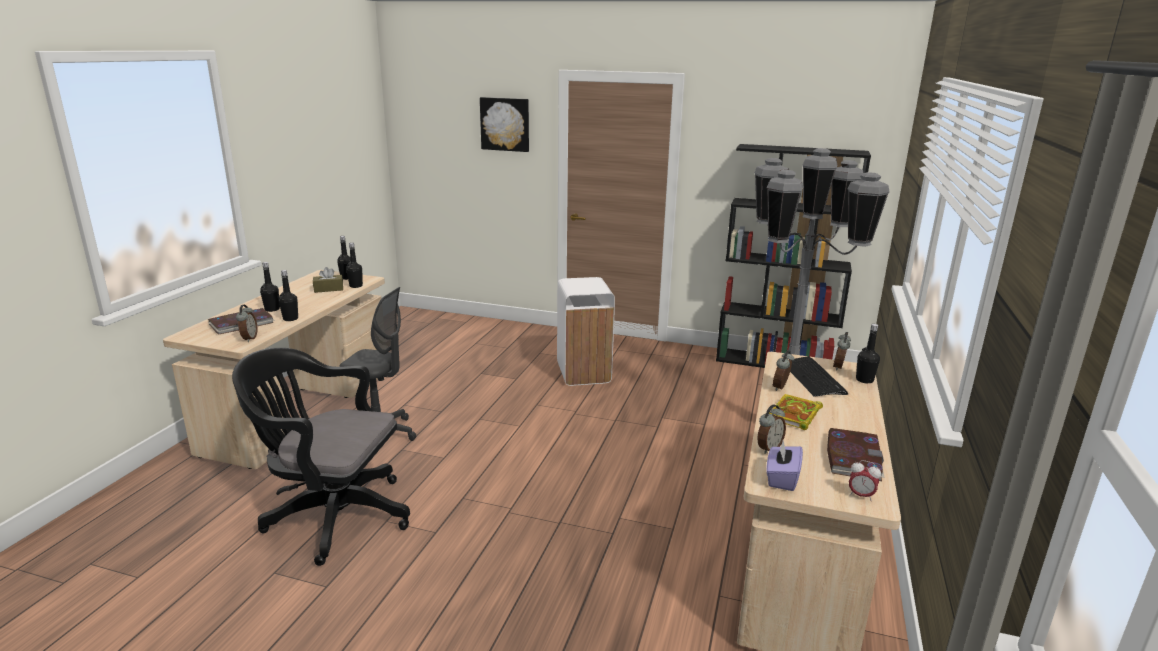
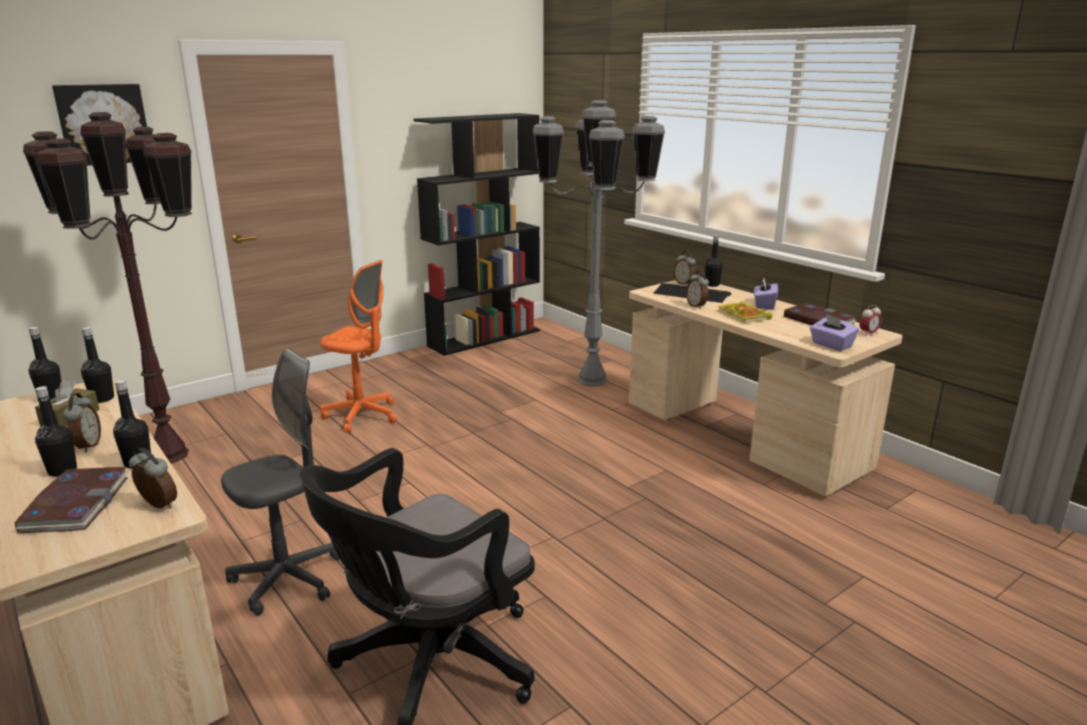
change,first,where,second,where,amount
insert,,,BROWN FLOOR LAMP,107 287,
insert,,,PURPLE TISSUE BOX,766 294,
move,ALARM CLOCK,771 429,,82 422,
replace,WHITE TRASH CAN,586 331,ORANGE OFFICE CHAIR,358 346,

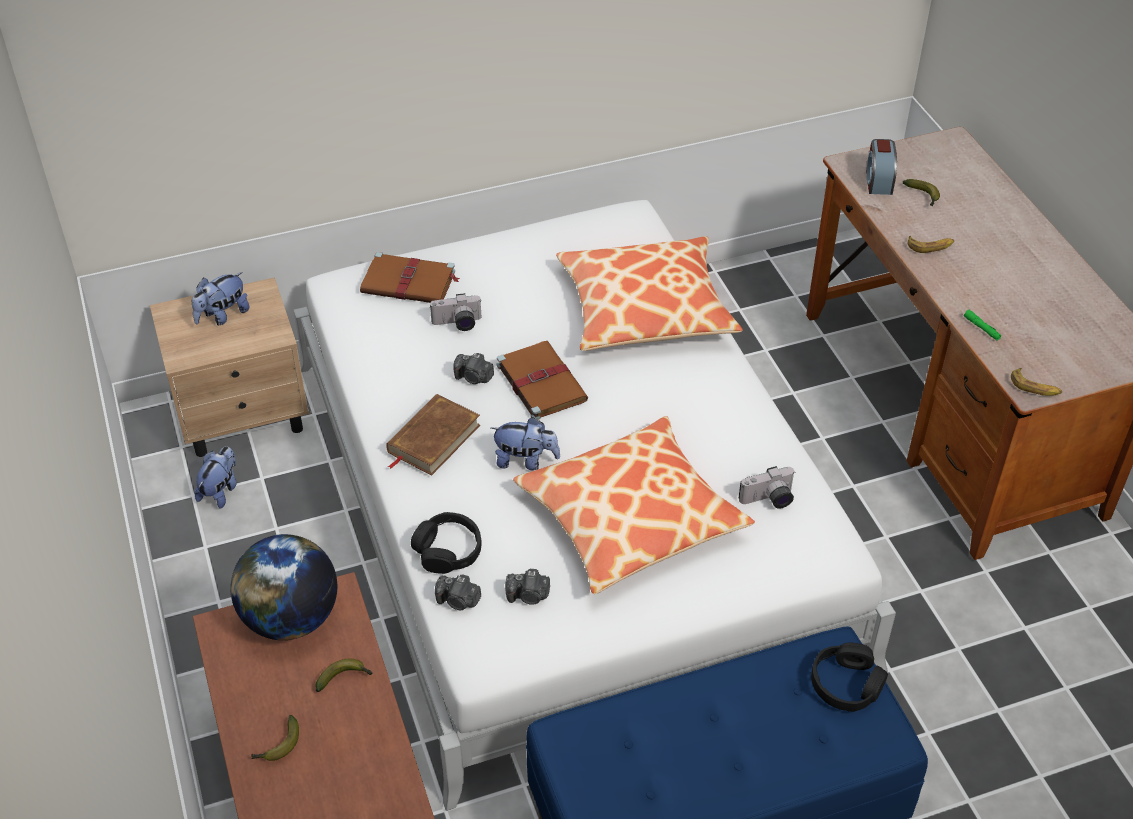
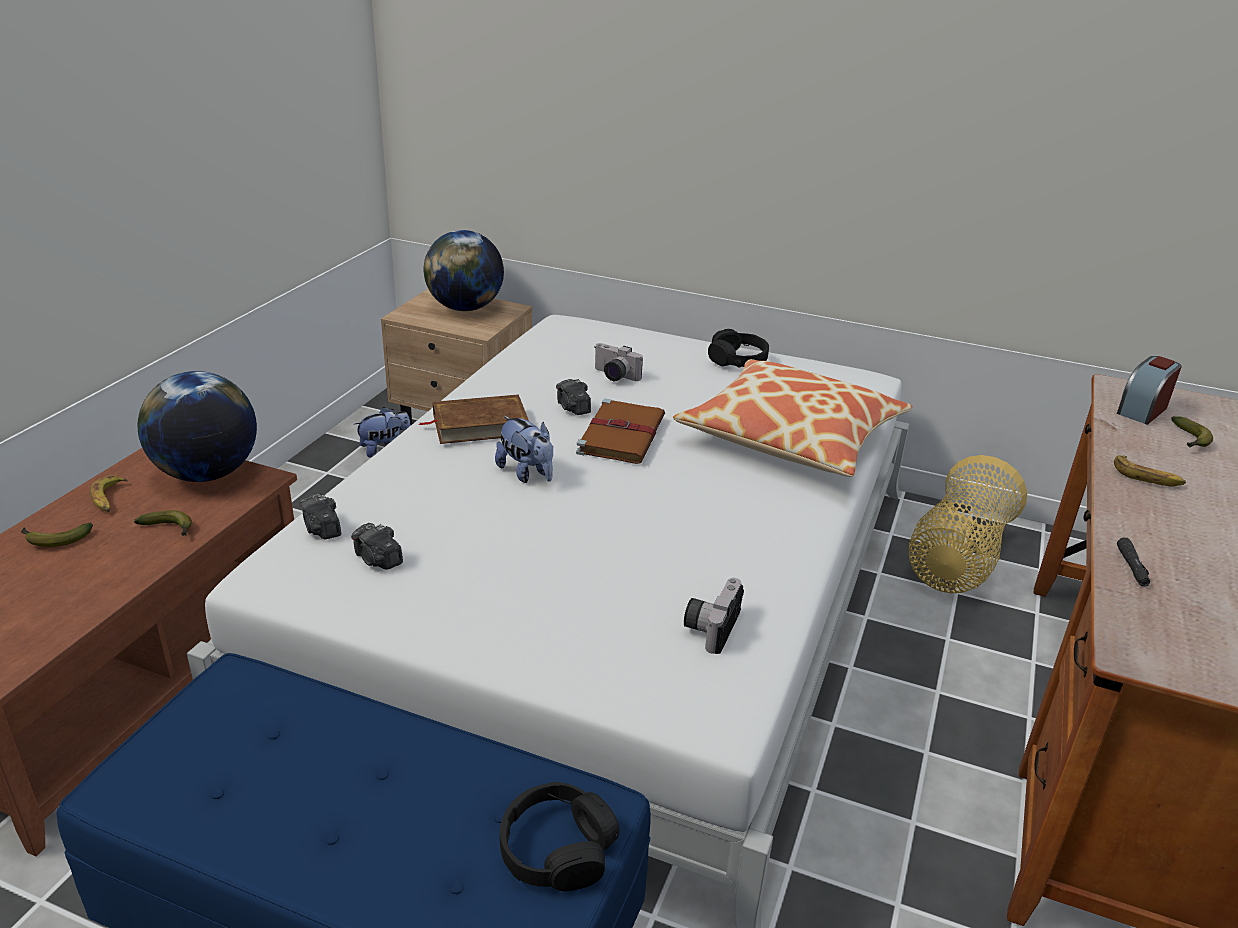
change,first,where,second,where,amount
delete,BROWN BOOK,410 277,,,
delete,PILLOW,634 505,,,
insert,,,BASKET,968 524,
move,BLACK HEADPHONES,446 543,,738 348,
move,BANANA,1036 382,,109 493,
replace,PLUSH TOY,221 299,GLOBE,464 270,
recolor,GREEN FLASHLIGHT,982 325,BLACK FLASHLIGHT,1133 562,
rotate,PHOTO CAMERA,766 487,,714 616,90 degrees clockwise

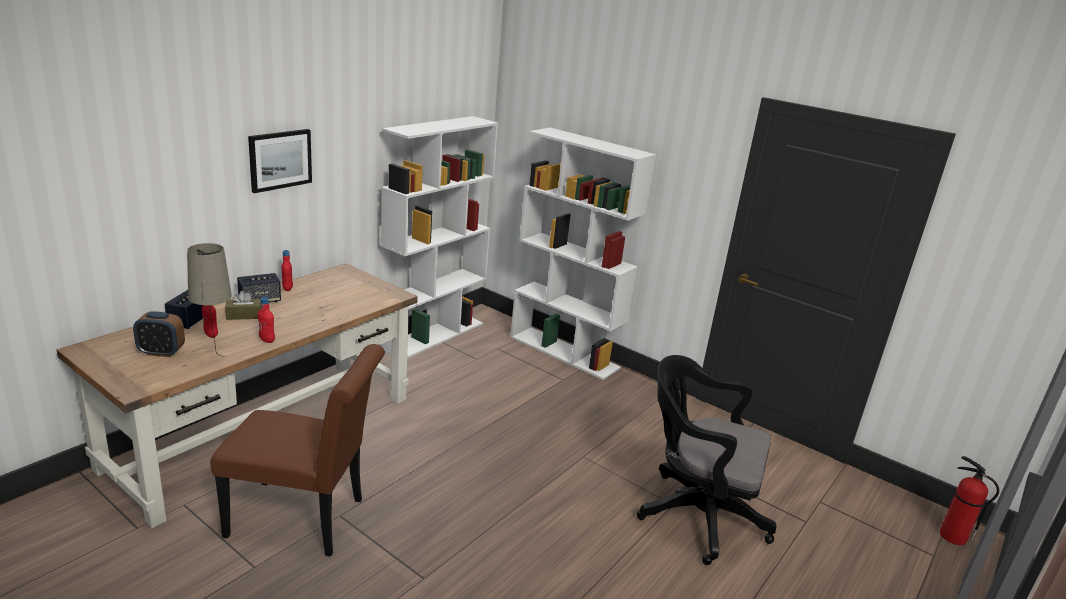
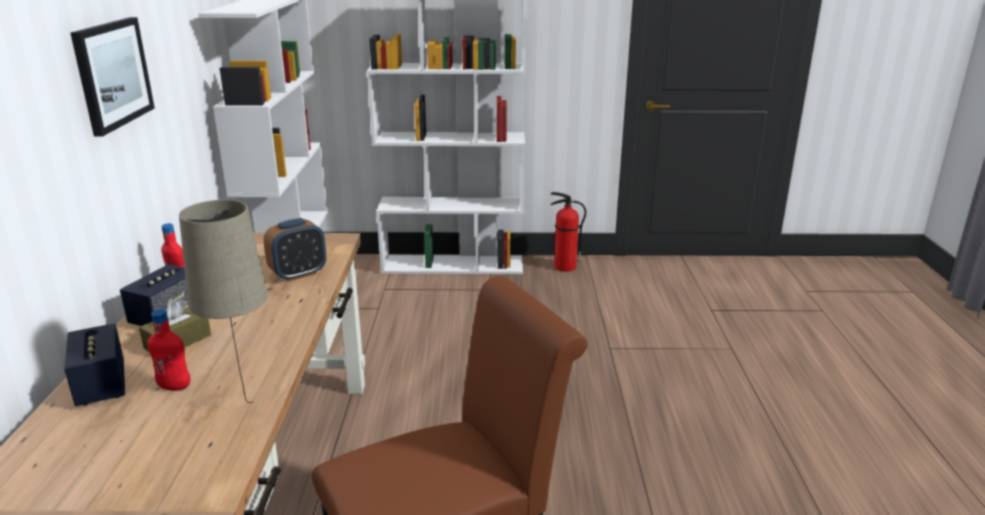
change,first,where,second,where,amount
delete,RED BOTTLE,266 320,,,
delete,BLACK OFFICE CHAIR,707 460,,,
move,ALARM CLOCK,159 334,,295 250,
move,FIRE EXTINGUISHER,969 500,,568 232,

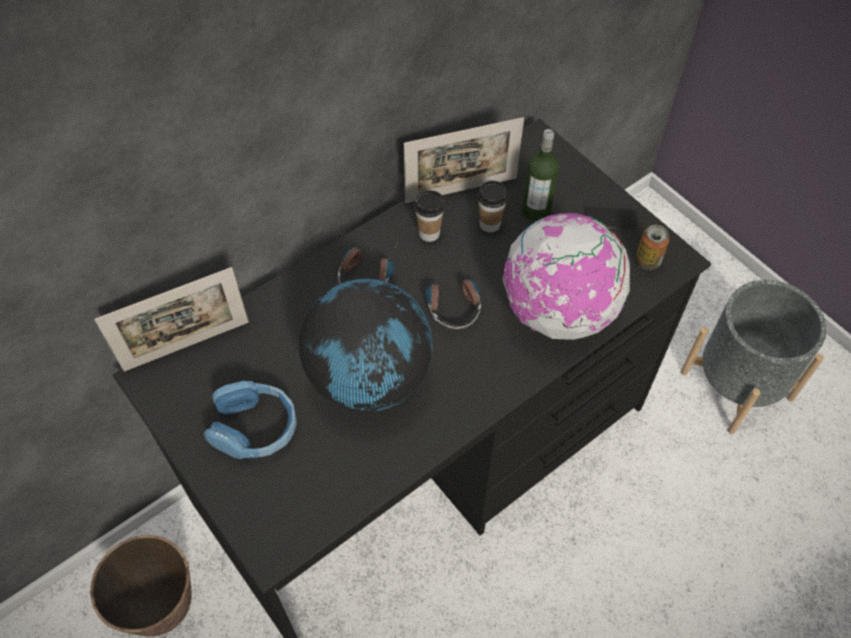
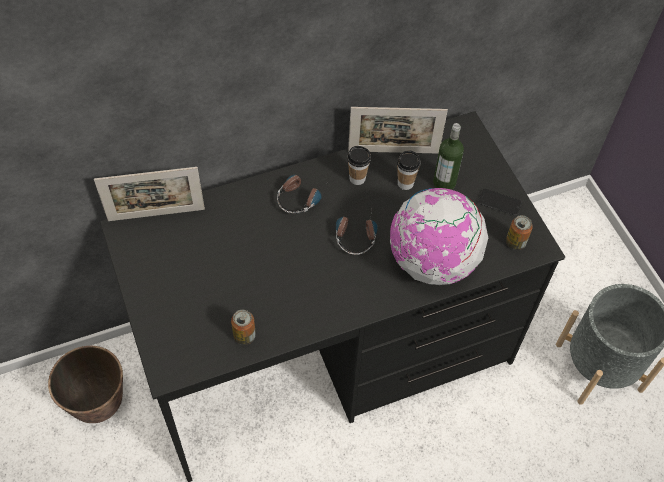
change,first,where,second,where,amount
delete,BLUE HEADPHONES,250 420,,,
delete,GLOBE,366 345,,,
insert,,,CAN,243 327,

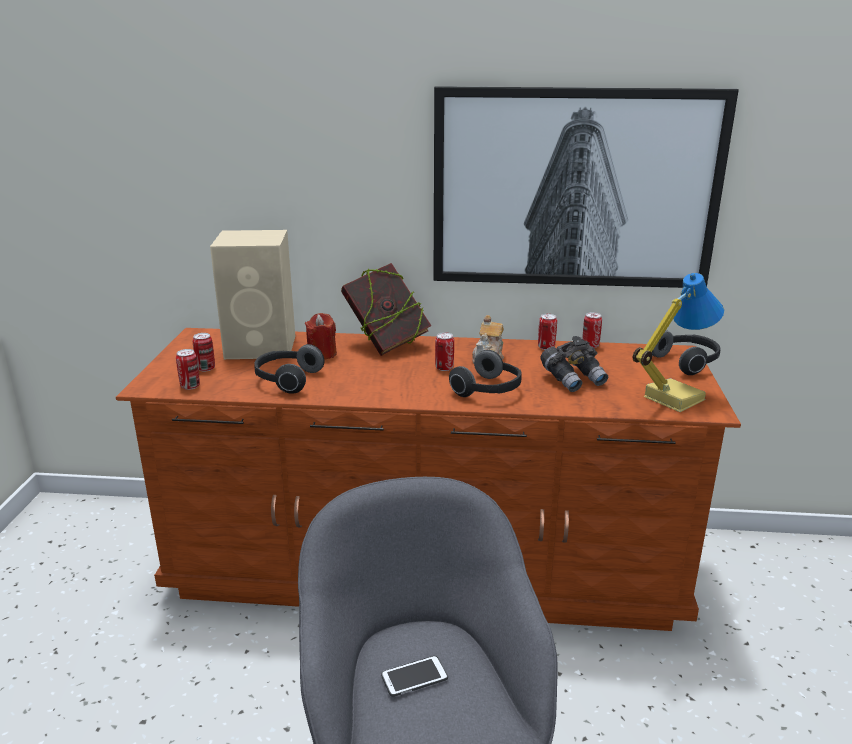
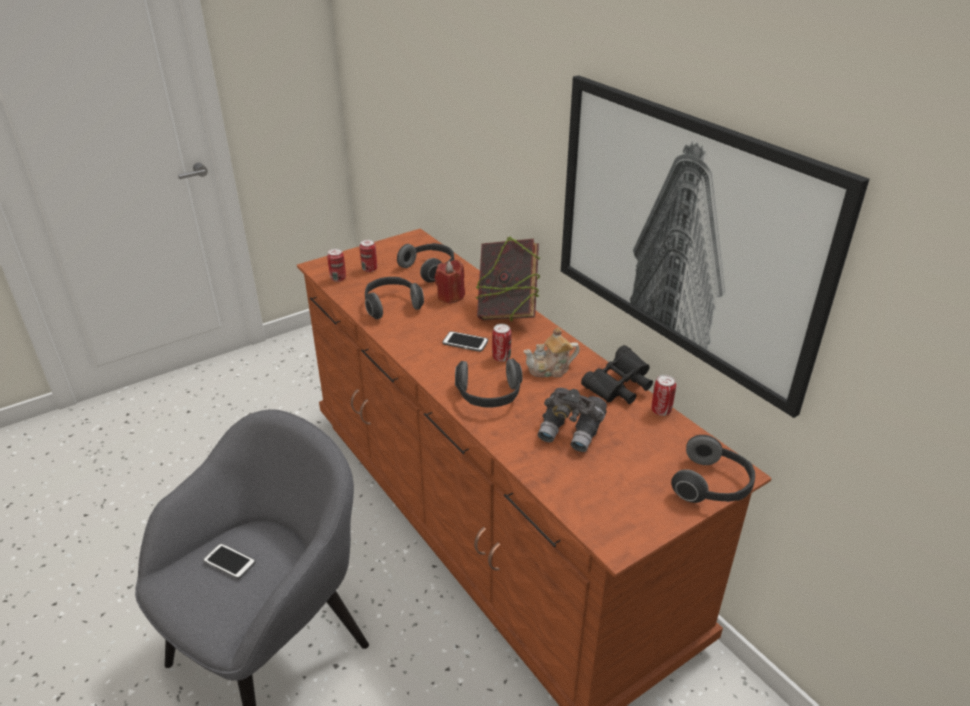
change,first,where,second,where,amount
delete,TABLE LAMP,678 342,,,
insert,,,PHONE,465 341,
replace,BEIGE SPEAKER,252 294,HEADPHONES,425 263,
replace,CAN,547 332,BLACK BINOCULARS,617 374,

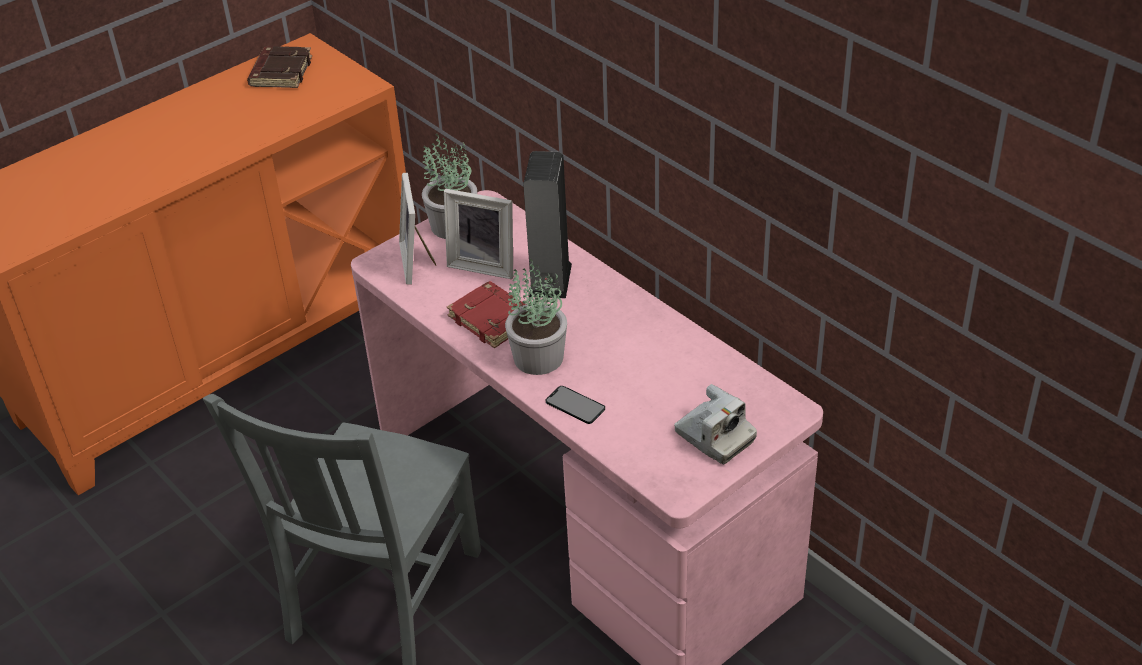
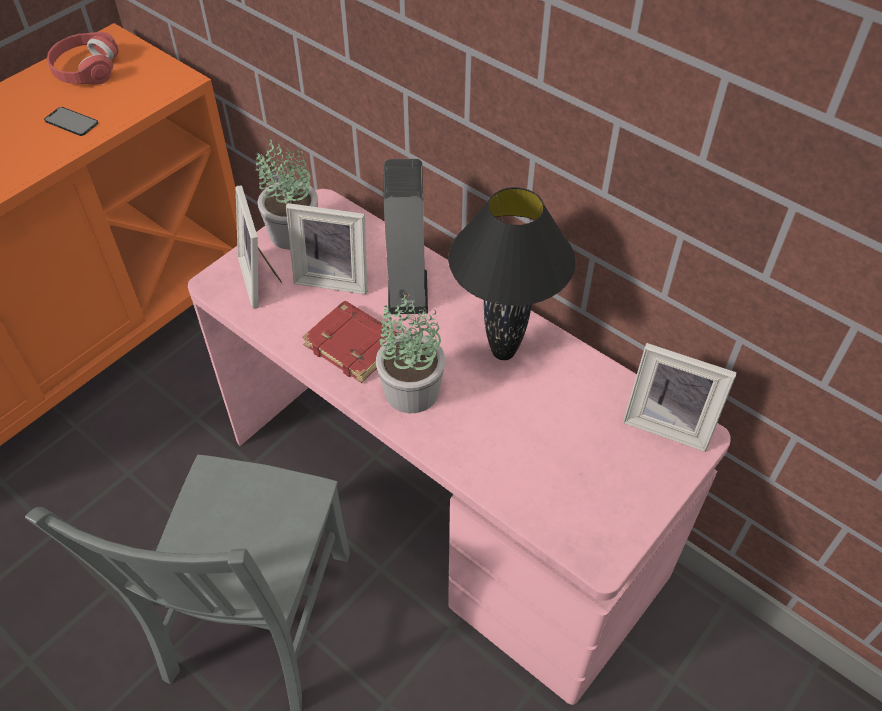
change,first,where,second,where,amount
delete,PHOTO CAMERA,715 424,,,
insert,,,BLACK TABLE LAMP,511 273,
insert,,,PICTURE FRAME,680 397,
move,PHONE,575 405,,71 121,
replace,BROWN BOOK,279 67,RED HEADPHONES,83 58,

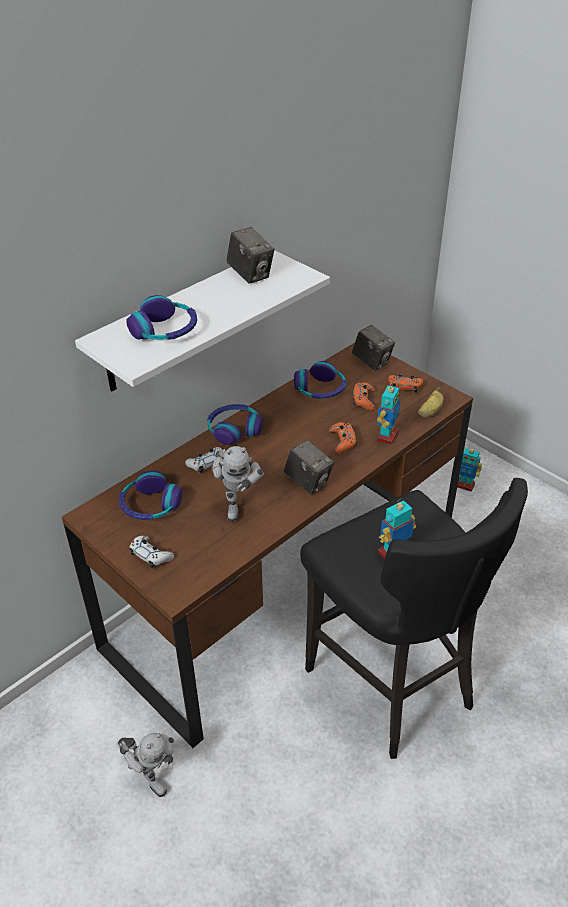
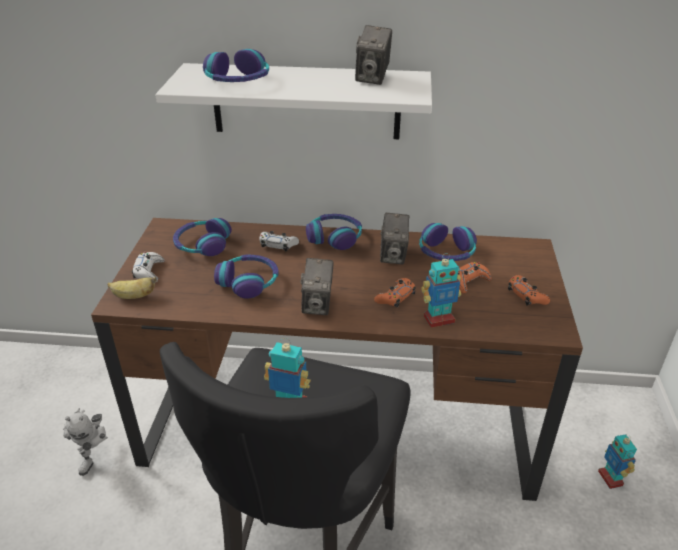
change,first,where,second,where,amount
move,PHOTO CAMERA,373 348,,394 238,
move,BANANA,431 402,,132 288,
replace,TOY ROBOT,237 484,HEADPHONES,246 276,

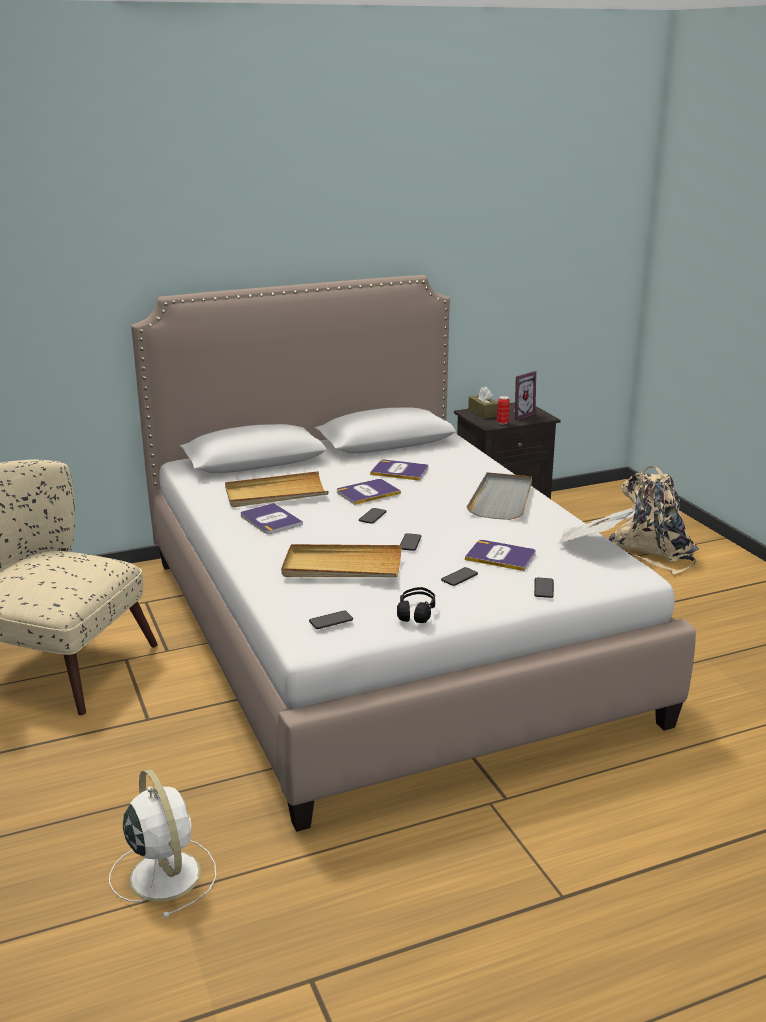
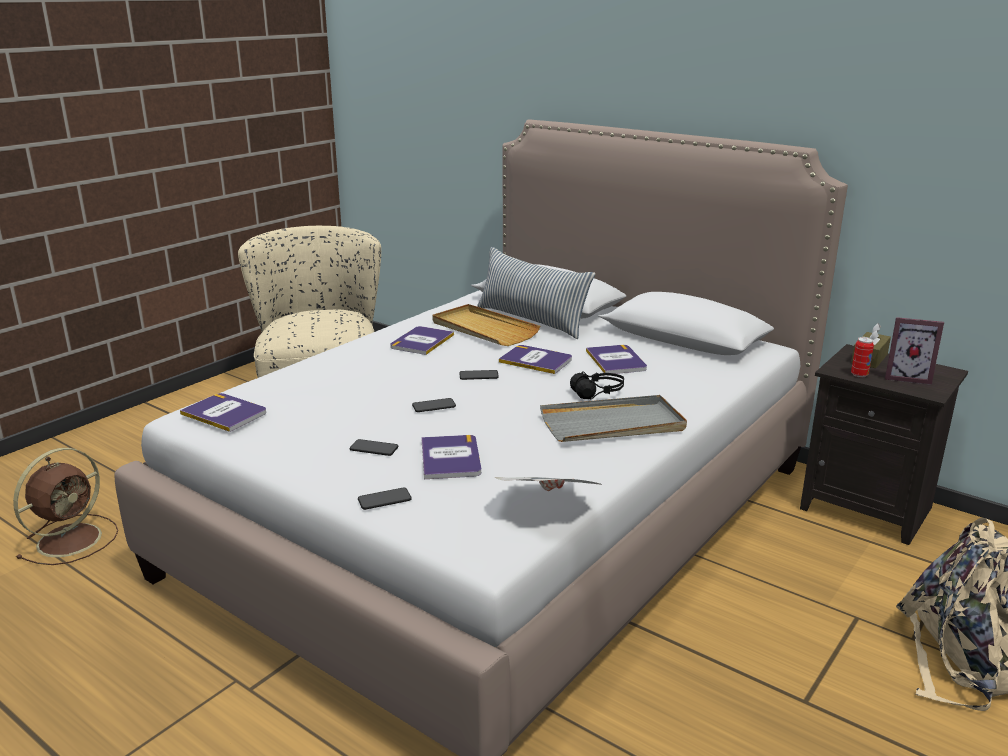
change,first,where,second,where,amount
delete,BEIGE TRAY,341 560,,,
insert,,,PILLOW,536 293,
move,BLACK HEADPHONES,416 605,,597 385,
replace,PHONE,331 619,BOOK,223 412,
recolor,WHITE FAN,162 843,BROWN FAN,65 506,

